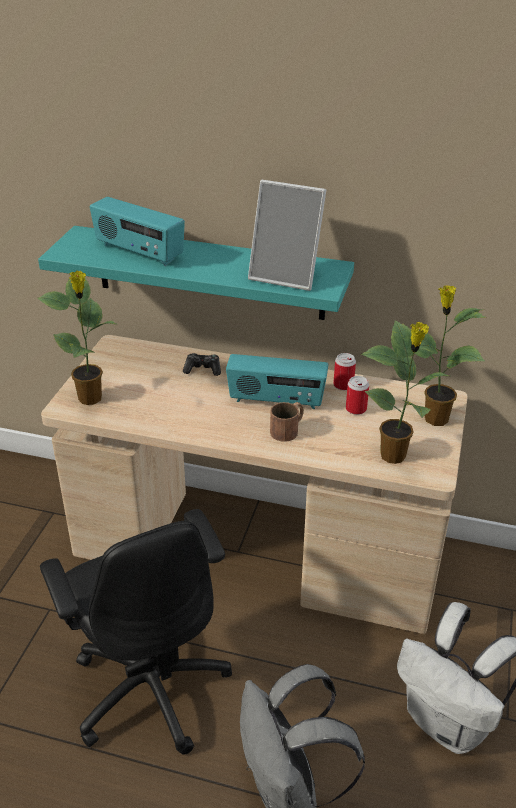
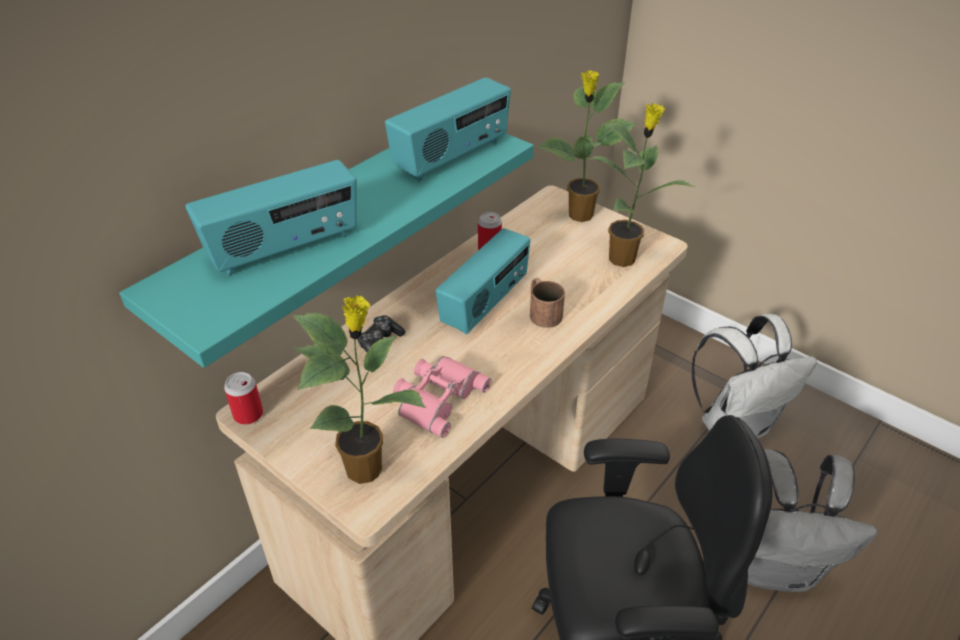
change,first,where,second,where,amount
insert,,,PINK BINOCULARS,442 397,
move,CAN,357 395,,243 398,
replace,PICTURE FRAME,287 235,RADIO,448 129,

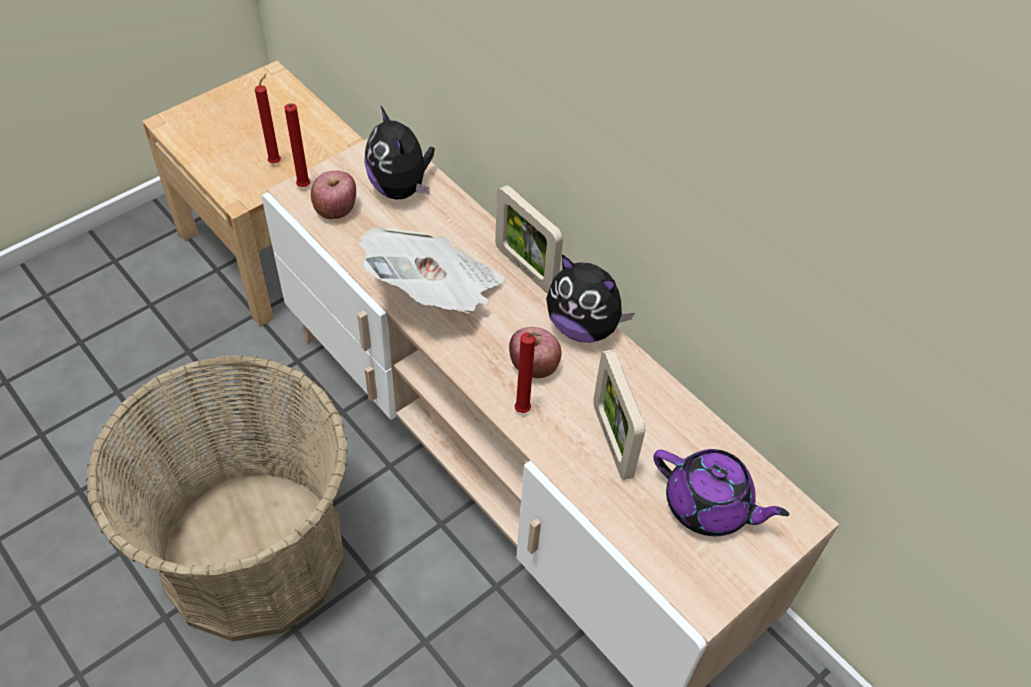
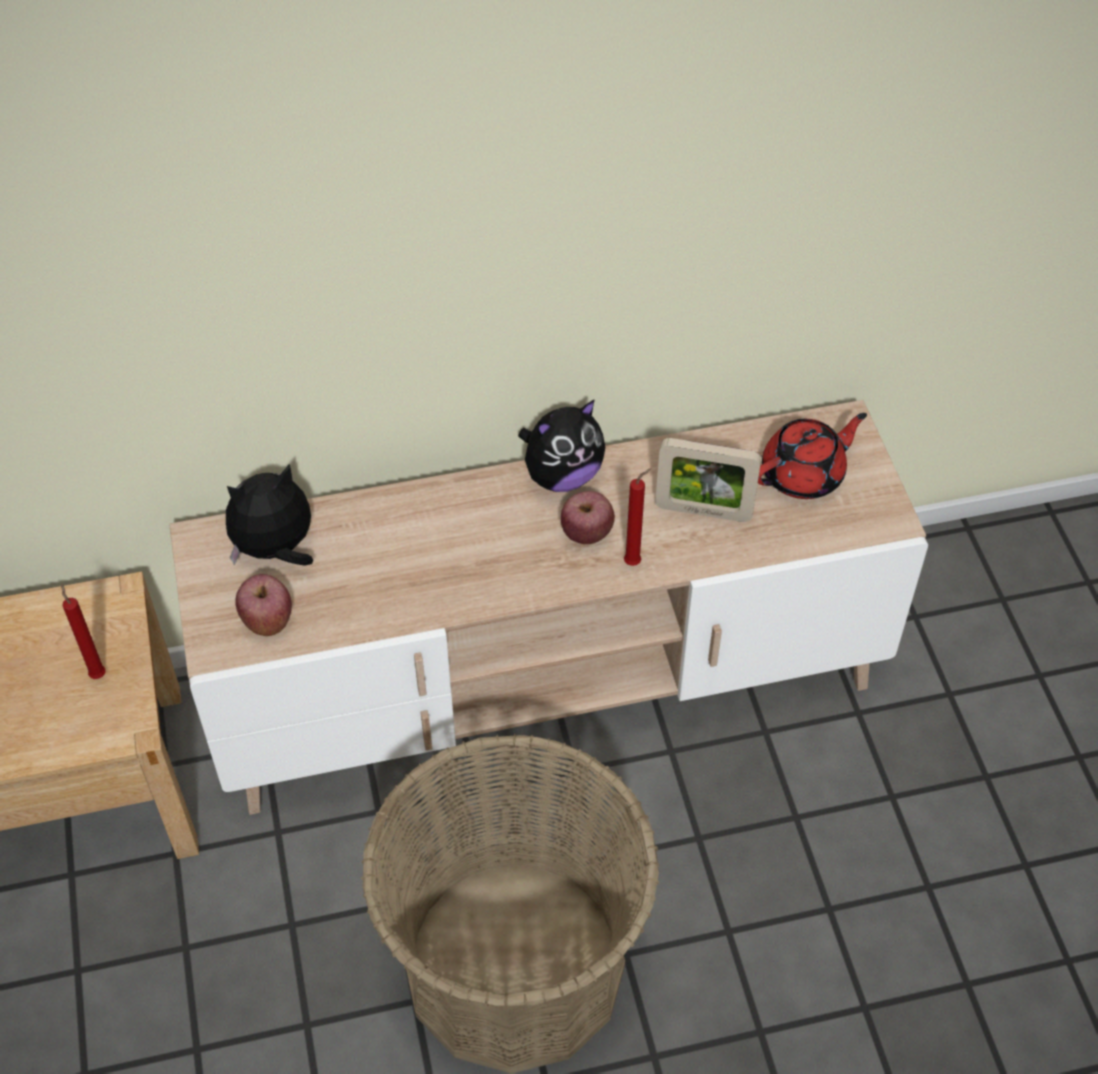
change,first,where,second,where,amount
delete,RED CANDLE,297 145,,,
delete,NEWSPAPER,432 270,,,
delete,PICTURE FRAME,529 239,,,
recolor,PURPLE TEAPOT,721 492,RED TEAPOT,812 456,
rotate,PLUSH TOY,399 152,,269 515,150 degrees clockwise

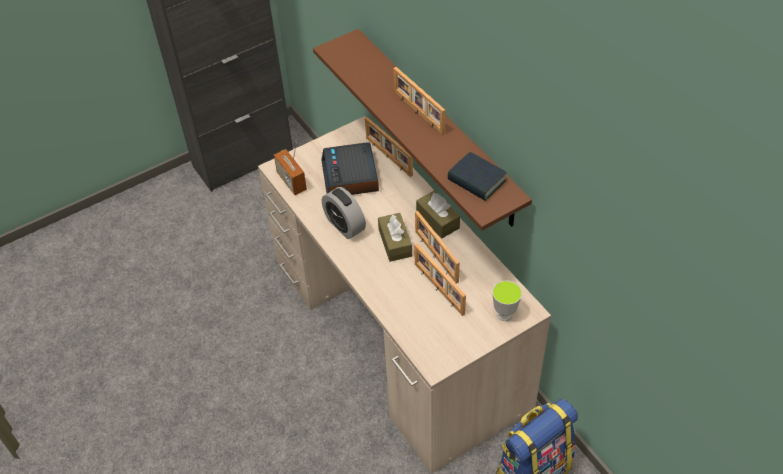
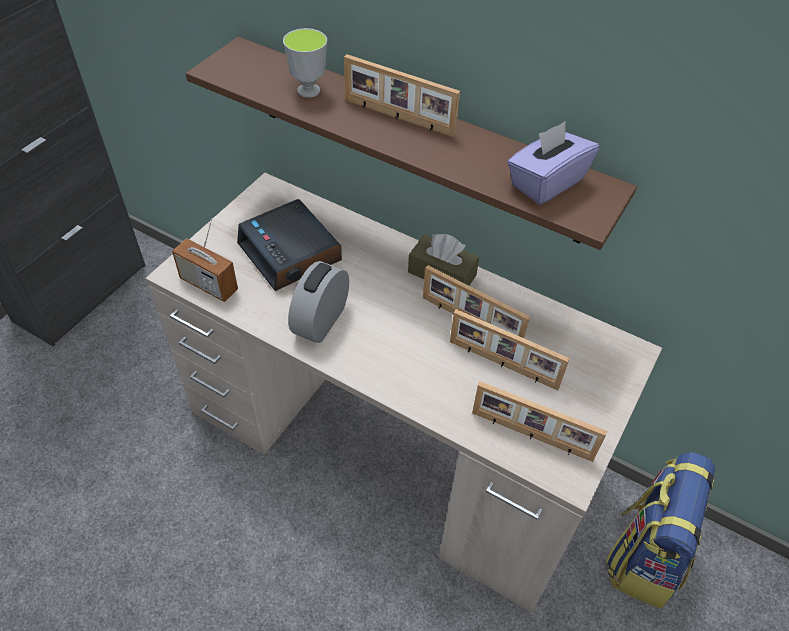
change,first,where,second,where,amount
delete,BROWN TISSUE BOX,395 237,,,
move,PICTURE FRAME,389 147,,539 421,
move,CUP,507 300,,305 63,
replace,BOOK,477 176,PURPLE TISSUE BOX,553 162,
rotate,ALARM CLOCK,344 213,,318 302,90 degrees clockwise

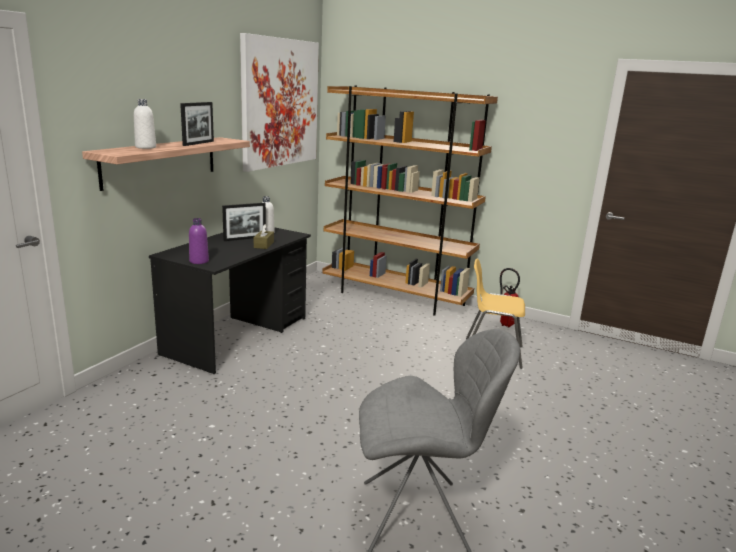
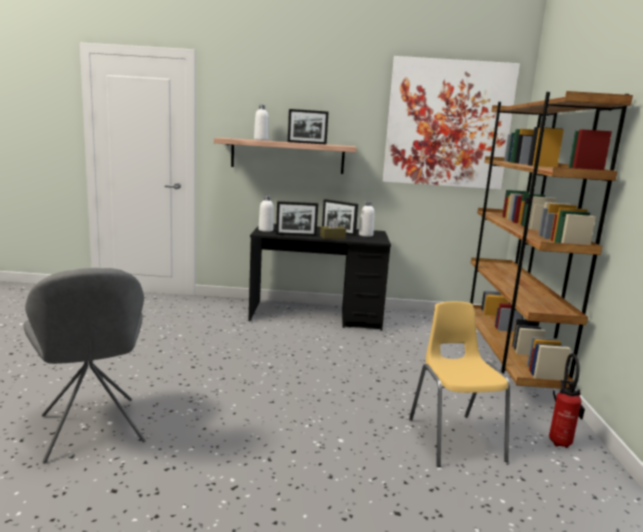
change,first,where,second,where,amount
insert,,,PICTURE FRAME,297 218,
recolor,PURPLE BOTTLE,199 241,WHITE BOTTLE,266 213,

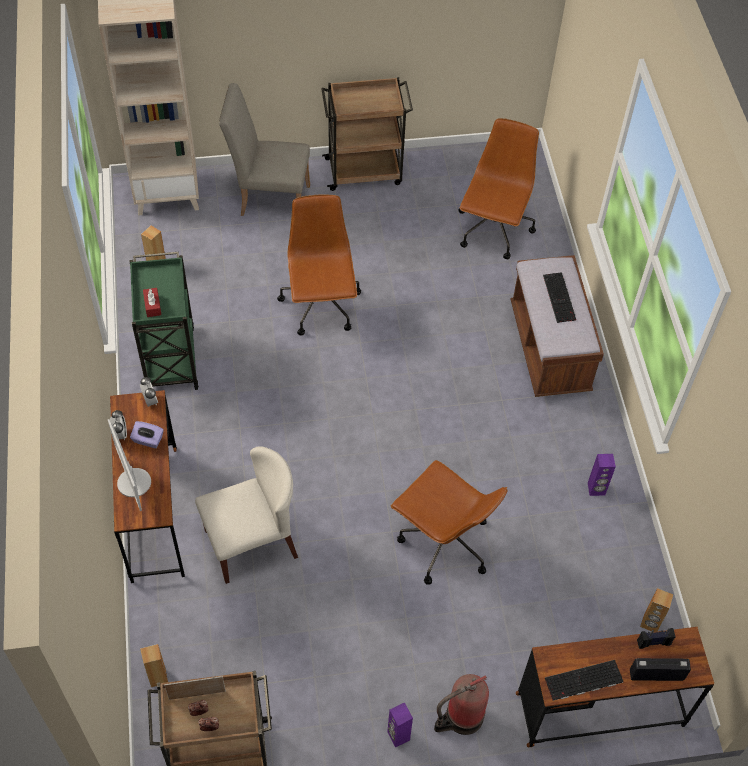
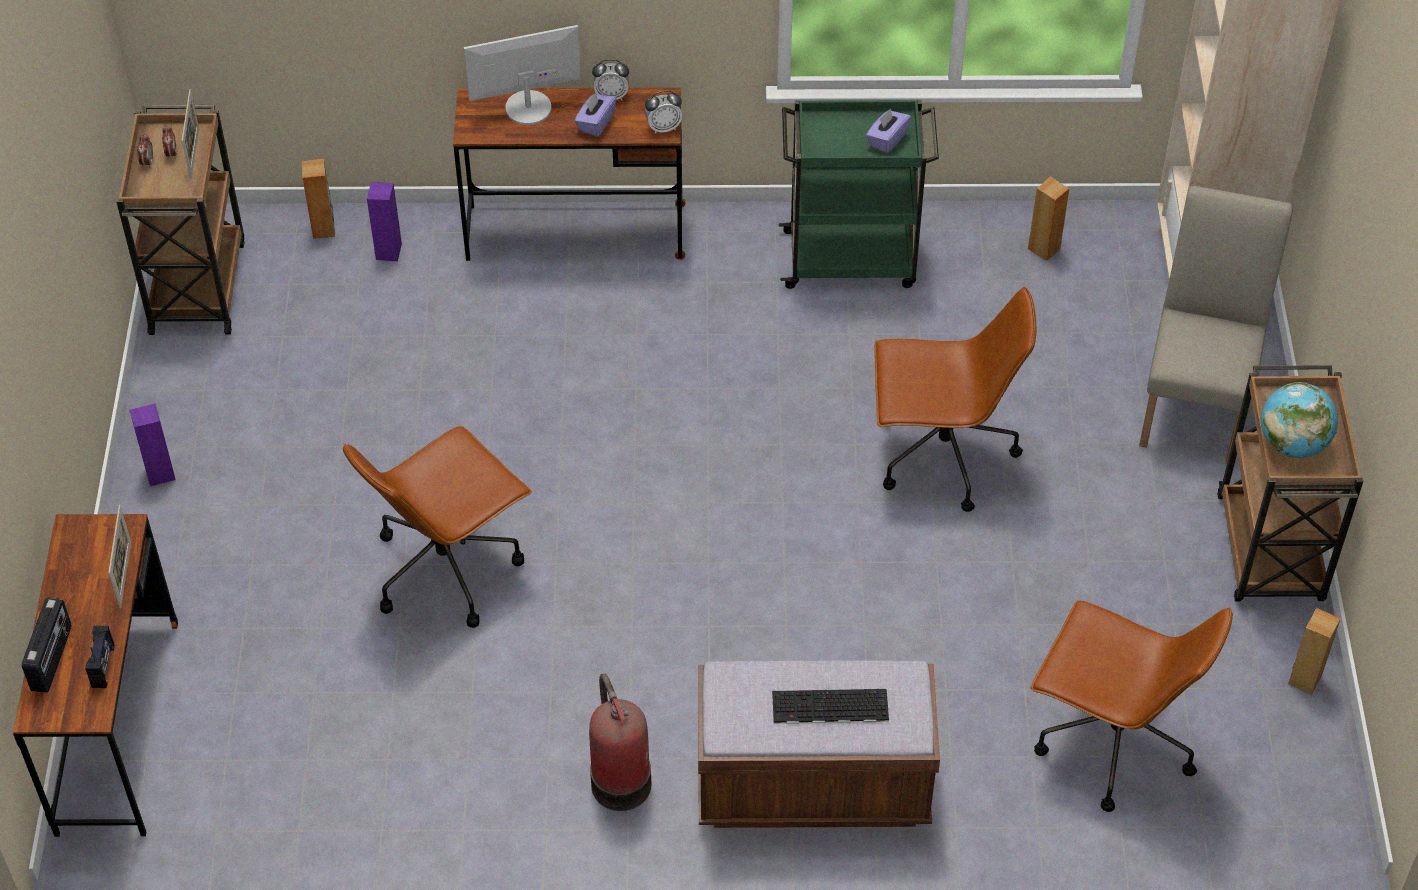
change,first,where,second,where,amount
delete,RED TISSUE BOX,152 302,,,
delete,BEIGE CHAIR,246 515,,,
delete,KEYBOARD,584 680,,,
insert,,,PICTURE FRAME,119 557,
insert,,,PURPLE TISSUE BOX,888 131,
insert,,,GLOBE,1299 420,
move,FIRE EXTINGUISHER,461 704,,620 742,
move,PURPLE SPEAKER,602 475,,384 221,
move,BROWN SPEAKER,656 610,,1314 651,

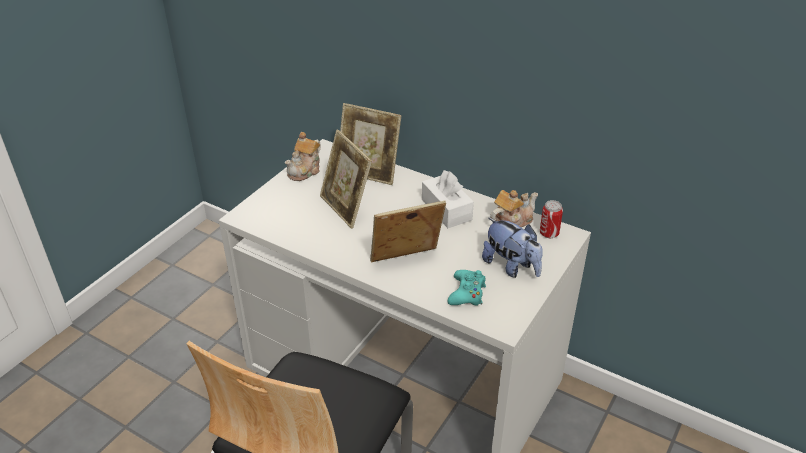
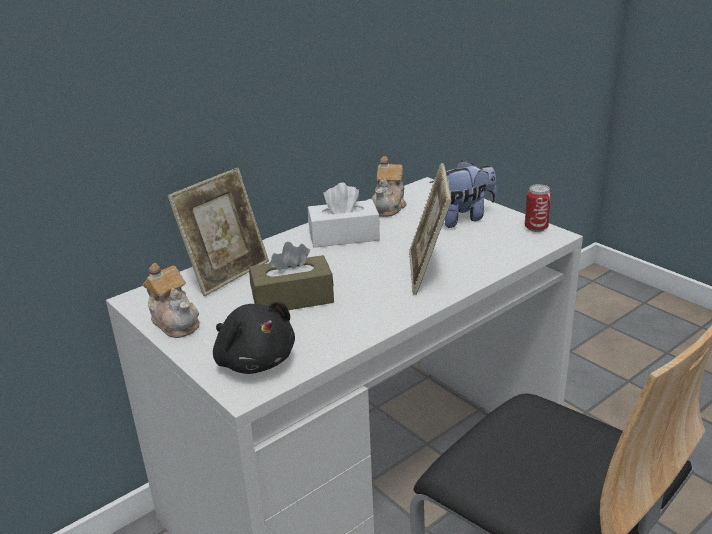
change,first,where,second,where,amount
delete,TURQUOISE GAME CONTROLLER,466 288,,,
insert,,,BLACK PLUSH TOY,254 338,
move,CAN,551 219,,538 208,
replace,PICTURE FRAME,346 179,BROWN TISSUE BOX,291 276,
rotate,TEAPOT,514 208,,389 186,150 degrees counterclockwise

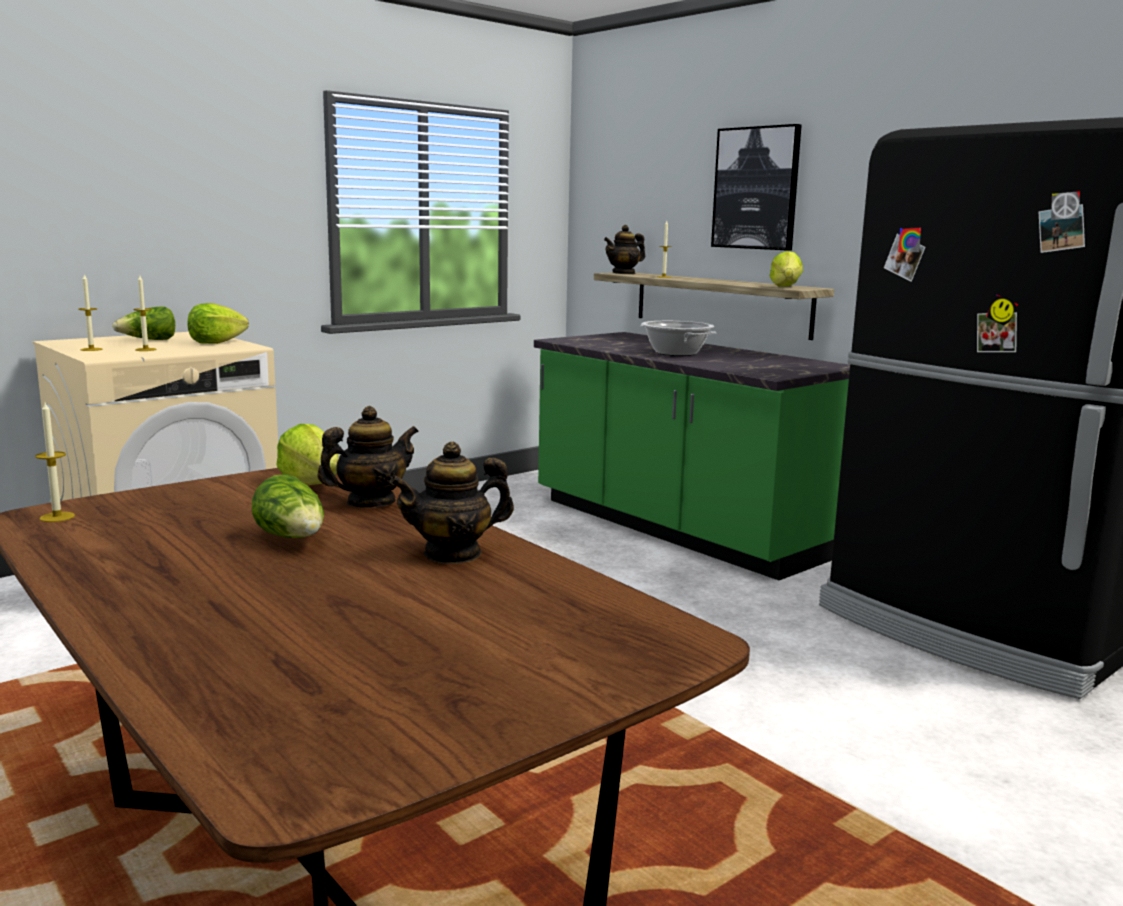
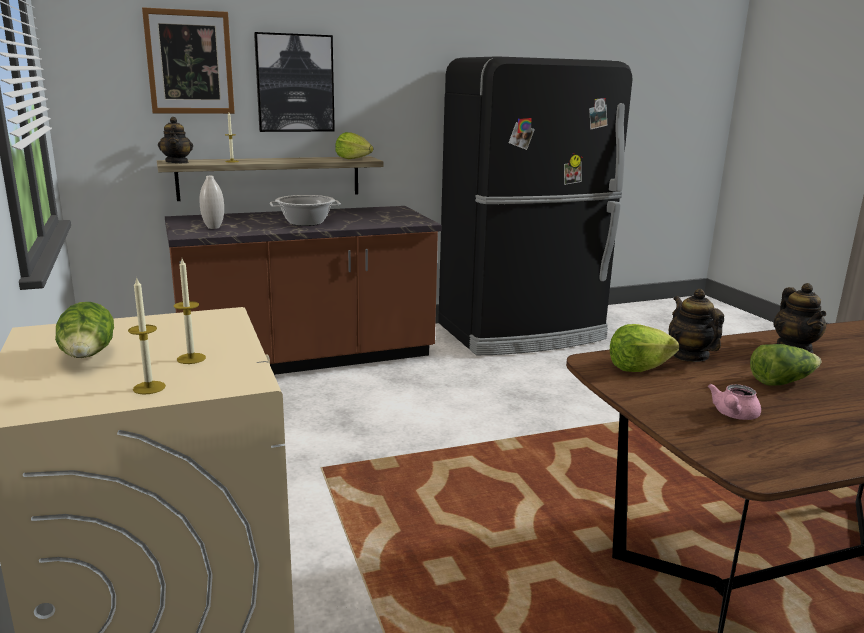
change,first,where,second,where,amount
delete,CANDLE,55 462,,,
delete,LETTUCE,218 323,,,
insert,,,PICTURE,188 60,
insert,,,WHITE VASE,211 202,
insert,,,PINK TEAPOT,734 402,
recolor,GREEN COUNTER,692 456,BROWN COUNTER,303 290,

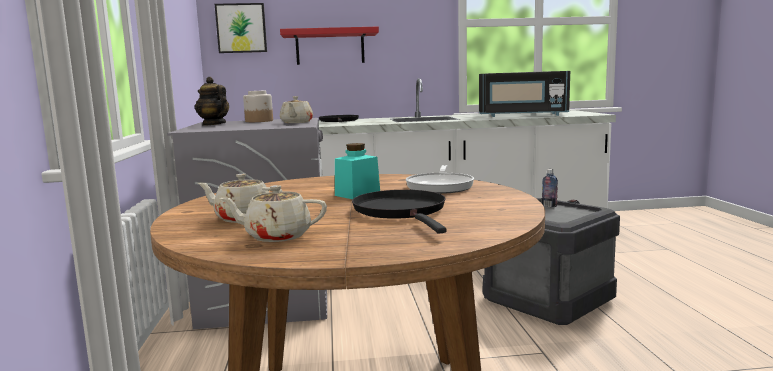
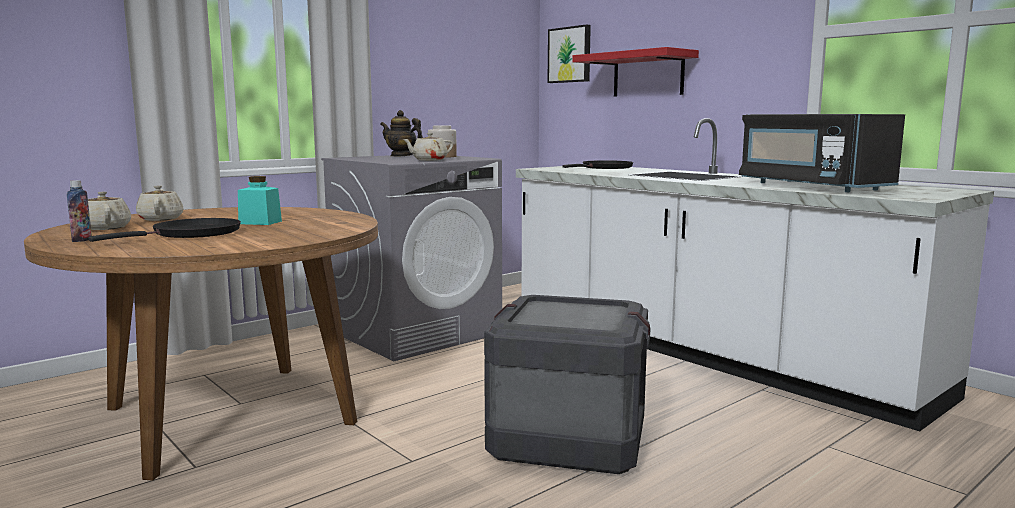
change,first,where,second,where,amount
delete,FRYING PAN,440 179,,,
move,BOTTLE,550 188,,79 211,
rotate,TEAPOT,212 101,,401 133,75 degrees counterclockwise

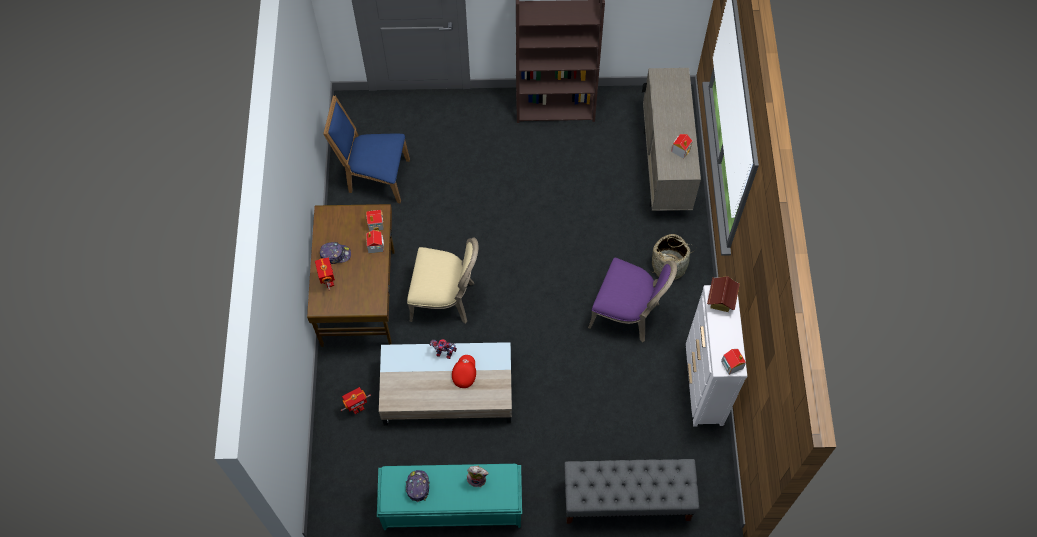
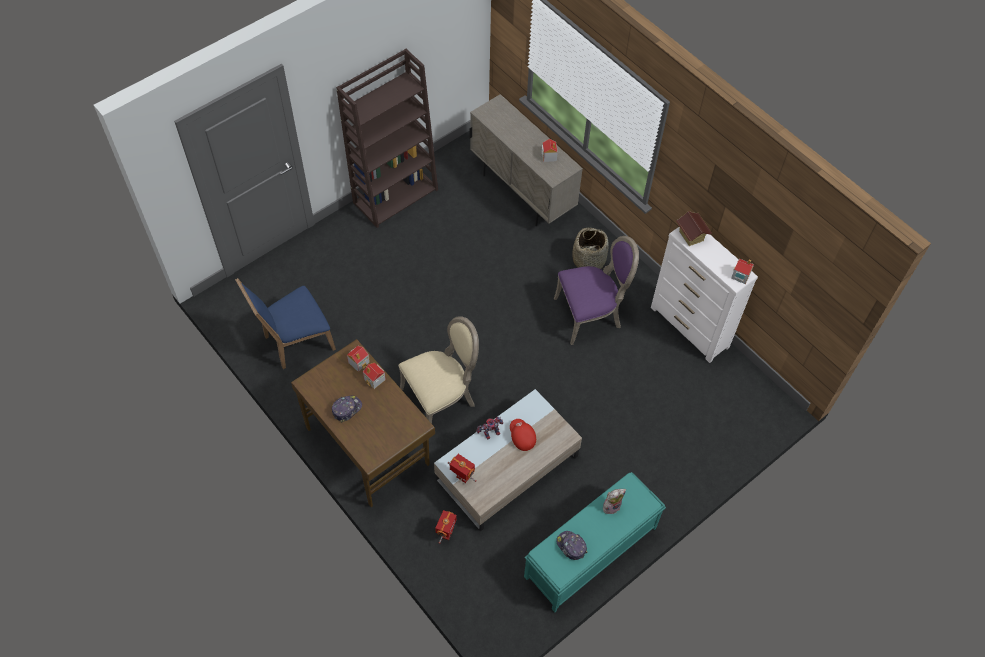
change,first,where,second,where,amount
delete,GREY BENCH,631 491,,,
move,TOY ROBOT,325 274,,462 468,

